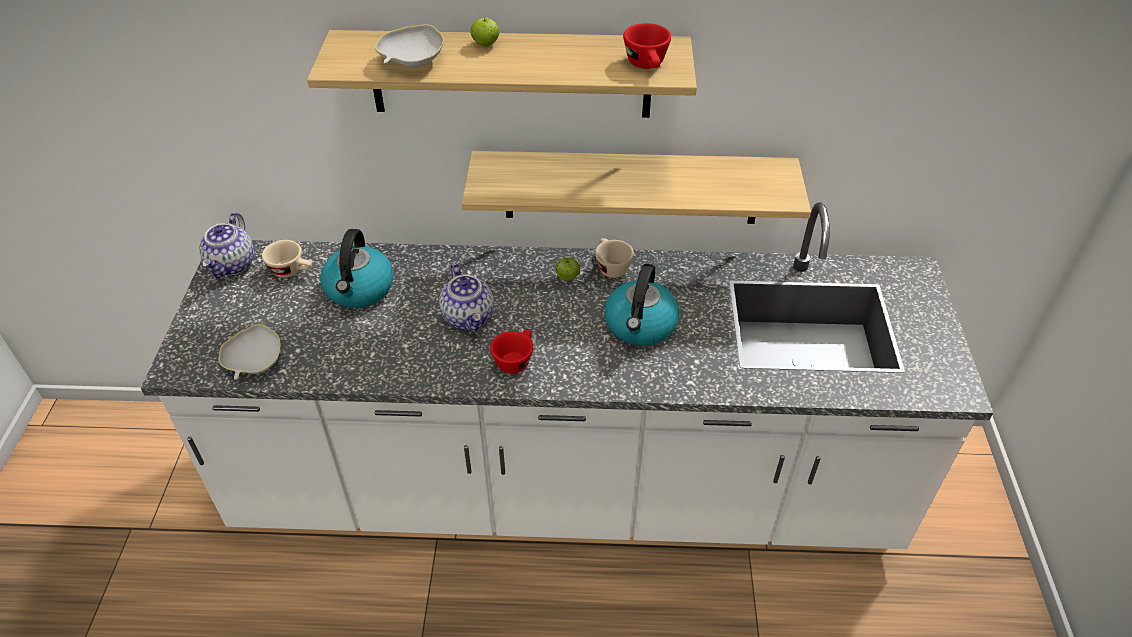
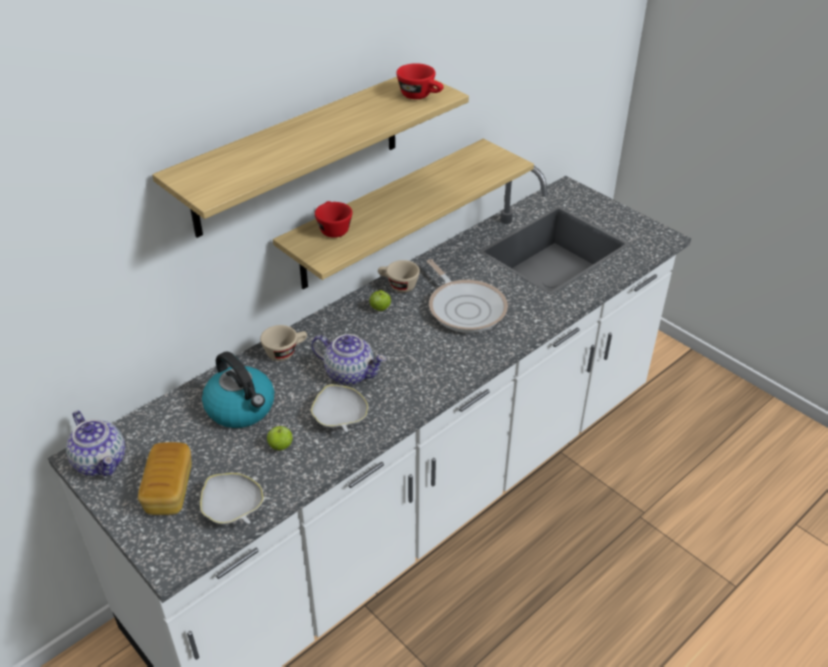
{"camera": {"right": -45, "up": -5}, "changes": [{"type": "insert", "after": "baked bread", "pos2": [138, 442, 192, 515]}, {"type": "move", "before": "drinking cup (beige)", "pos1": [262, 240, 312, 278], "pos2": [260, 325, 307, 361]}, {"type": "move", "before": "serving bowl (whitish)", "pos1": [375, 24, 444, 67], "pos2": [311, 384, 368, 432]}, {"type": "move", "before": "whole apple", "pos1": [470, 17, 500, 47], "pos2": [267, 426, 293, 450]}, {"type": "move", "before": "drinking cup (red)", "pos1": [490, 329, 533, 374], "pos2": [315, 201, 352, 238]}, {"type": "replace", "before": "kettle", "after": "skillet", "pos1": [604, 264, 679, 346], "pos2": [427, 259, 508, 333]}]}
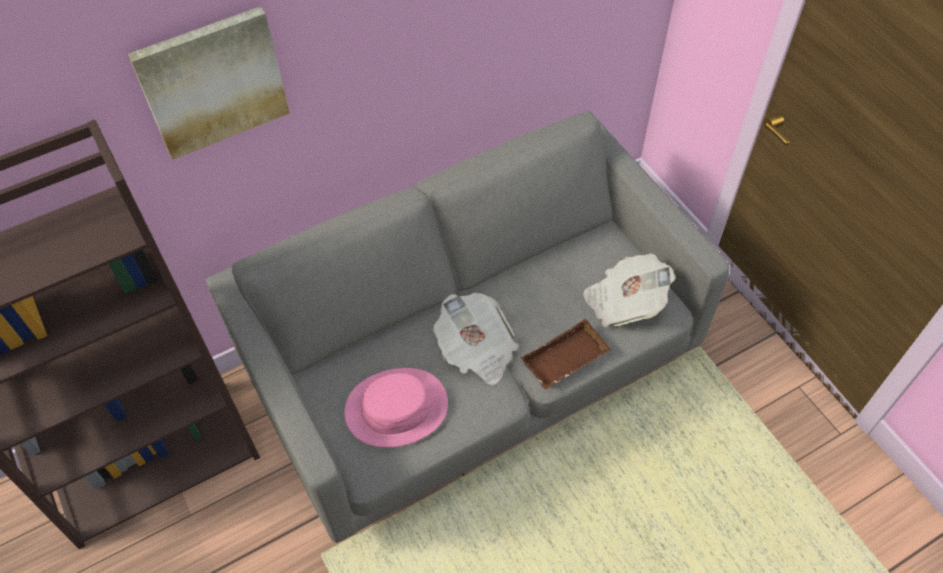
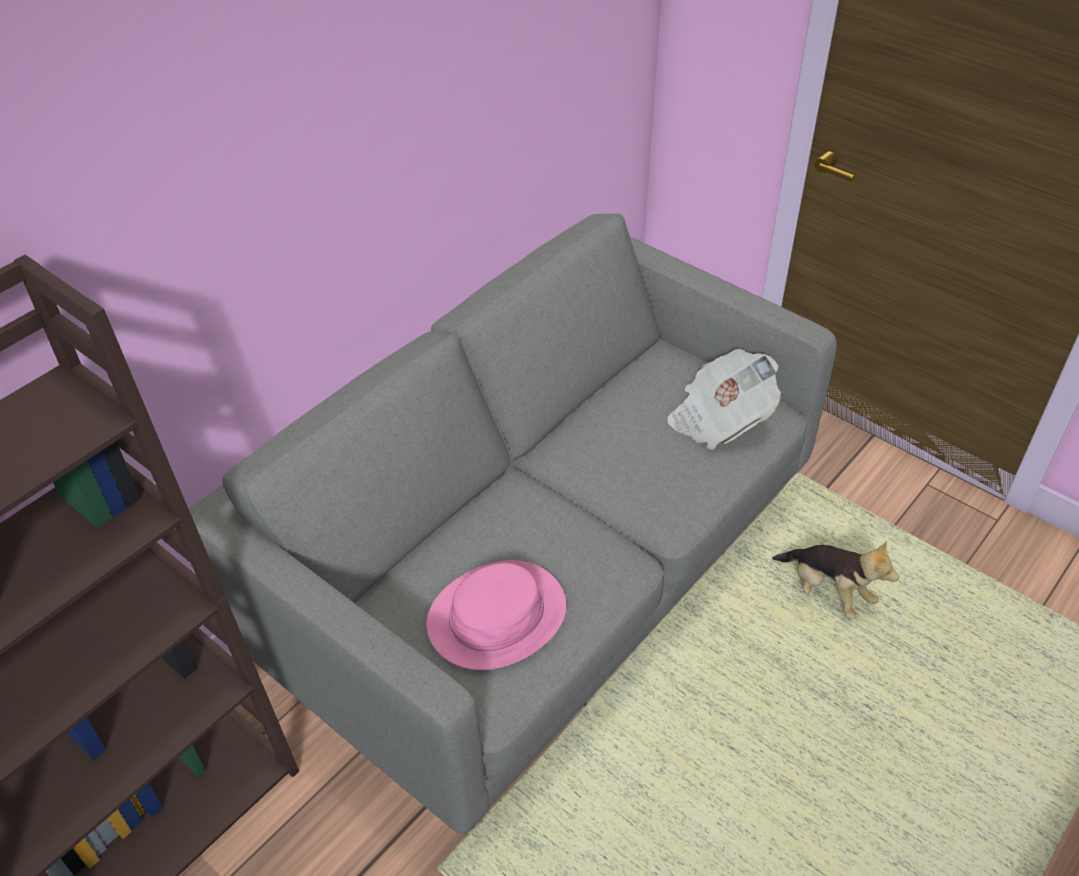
{"camera": {"right": -20, "up": -10}, "changes": [{"type": "delete", "before": "wall picture", "pos1": [128, 6, 290, 160]}, {"type": "delete", "before": "printed paper", "pos1": [433, 293, 518, 385]}, {"type": "delete", "before": "tray (brown)", "pos1": [521, 319, 611, 390]}, {"type": "insert", "after": "soft toy", "pos2": [772, 541, 899, 619]}]}
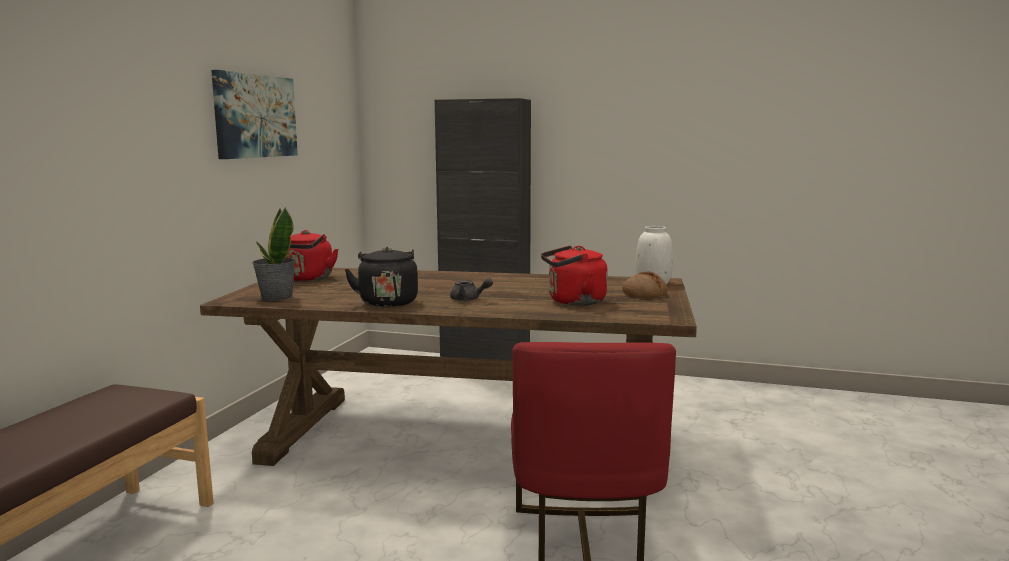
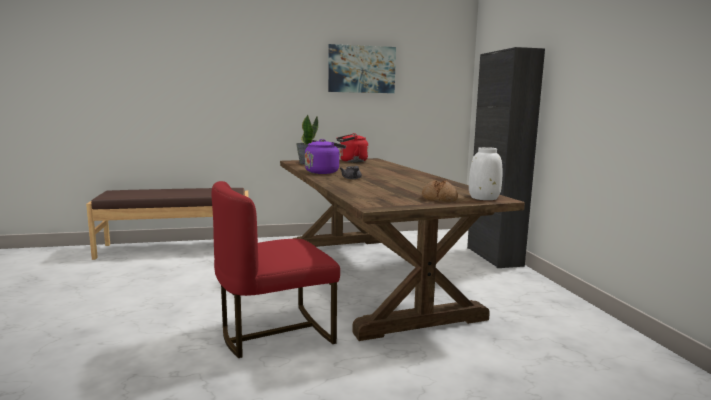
{"camera": {"right": 60, "up": 0}, "changes": [{"type": "delete", "before": "kettle (red)", "pos1": [541, 246, 608, 306]}, {"type": "recolor", "before": "kettle (black)", "after": "kettle (purplish)", "pos1": [345, 247, 418, 307], "pos2": [305, 139, 346, 174]}]}
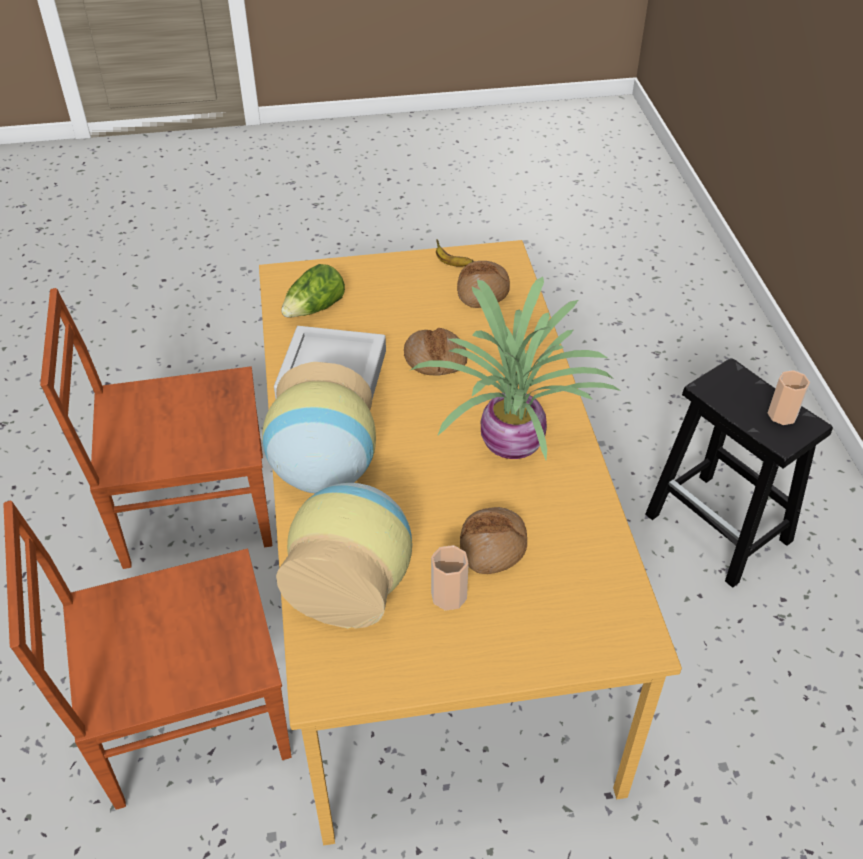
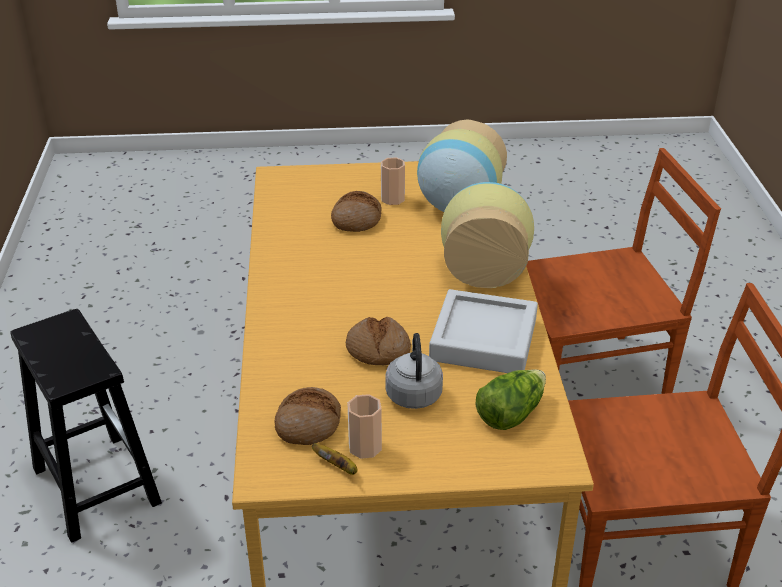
{"camera": {"right": -175, "up": -10}, "changes": [{"type": "delete", "before": "potted plant", "pos1": [409, 277, 621, 460]}, {"type": "insert", "after": "kettle (gray)", "pos2": [385, 333, 443, 409]}, {"type": "move", "before": "drinking cup", "pos1": [768, 370, 810, 425], "pos2": [348, 394, 382, 459]}]}
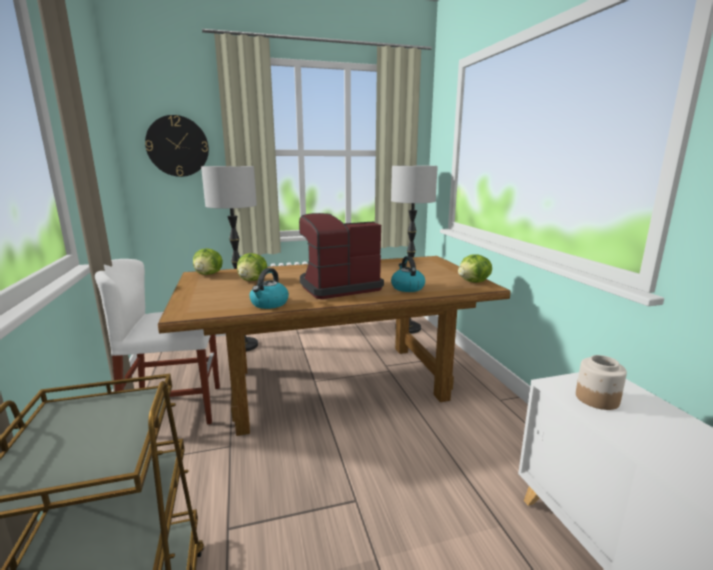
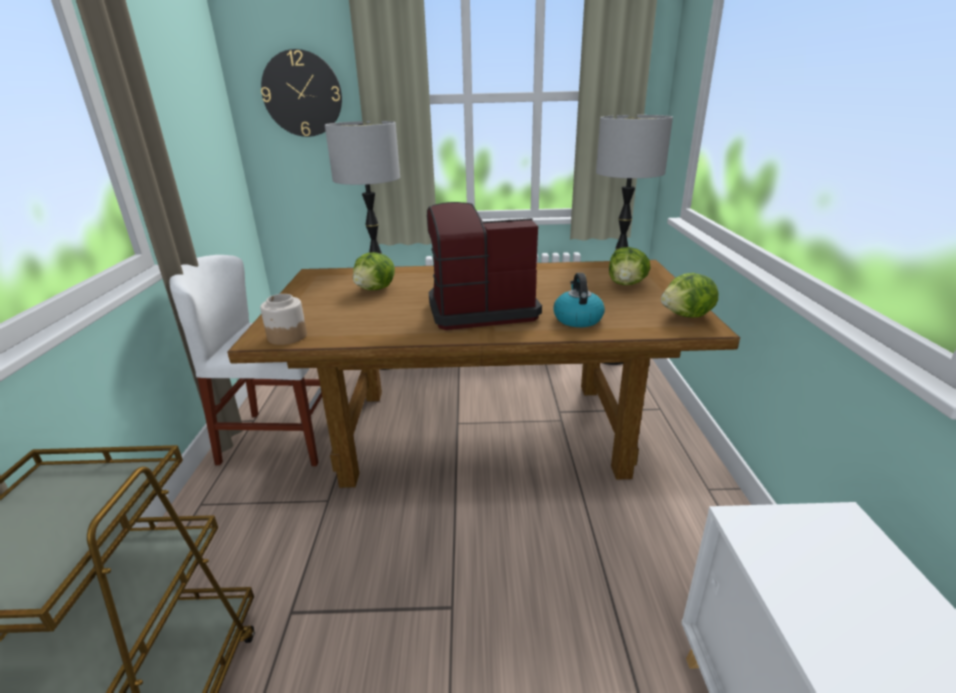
{"camera": {"right": 15, "up": 10}, "changes": [{"type": "delete", "before": "kettle", "pos1": [250, 268, 289, 309]}, {"type": "move", "before": "head of lettuce", "pos1": [193, 248, 223, 275], "pos2": [609, 247, 651, 285]}, {"type": "move", "before": "preserve jar", "pos1": [576, 355, 627, 410], "pos2": [260, 294, 307, 345]}]}
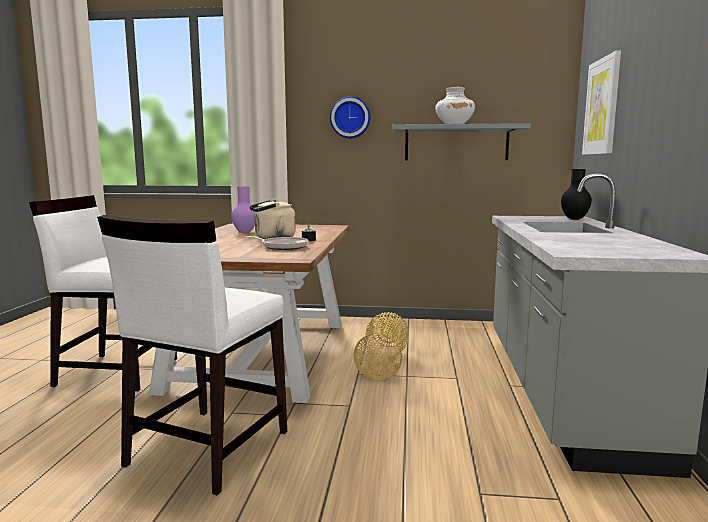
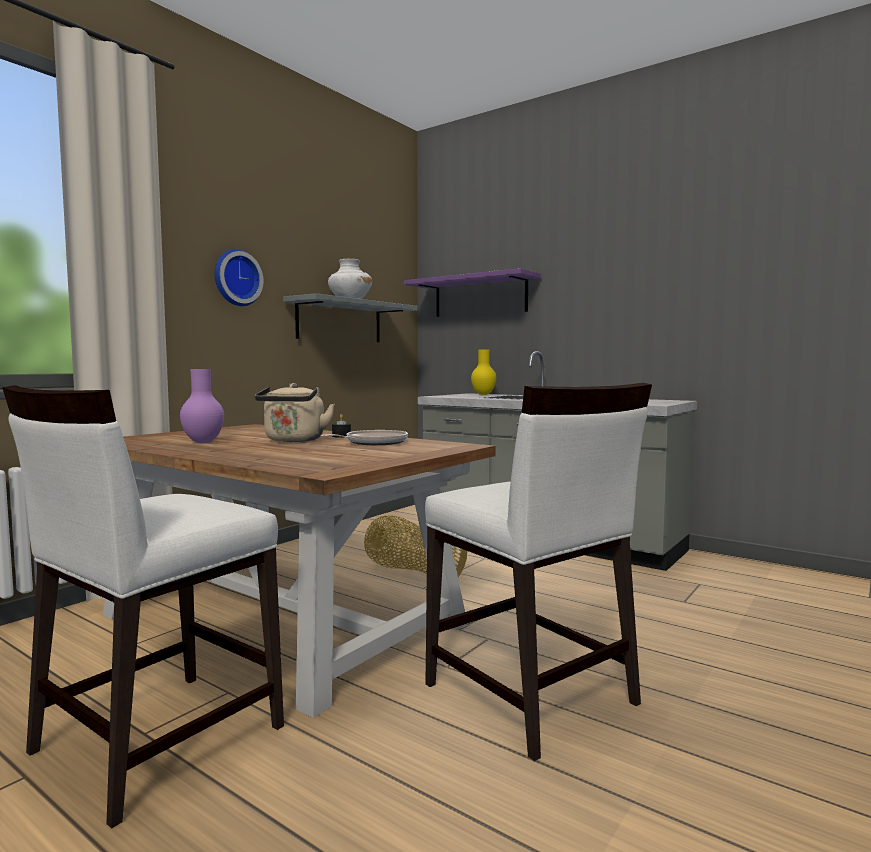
{"camera": {"right": -60, "up": -5}, "changes": [{"type": "replace", "before": "wall picture", "after": "wall shelf (purplish)", "pos1": [582, 50, 621, 155], "pos2": [404, 268, 541, 317]}, {"type": "recolor", "before": "flower vase (black)", "after": "flower vase (yellow-coloured)", "pos1": [561, 169, 592, 220], "pos2": [471, 350, 496, 395]}]}
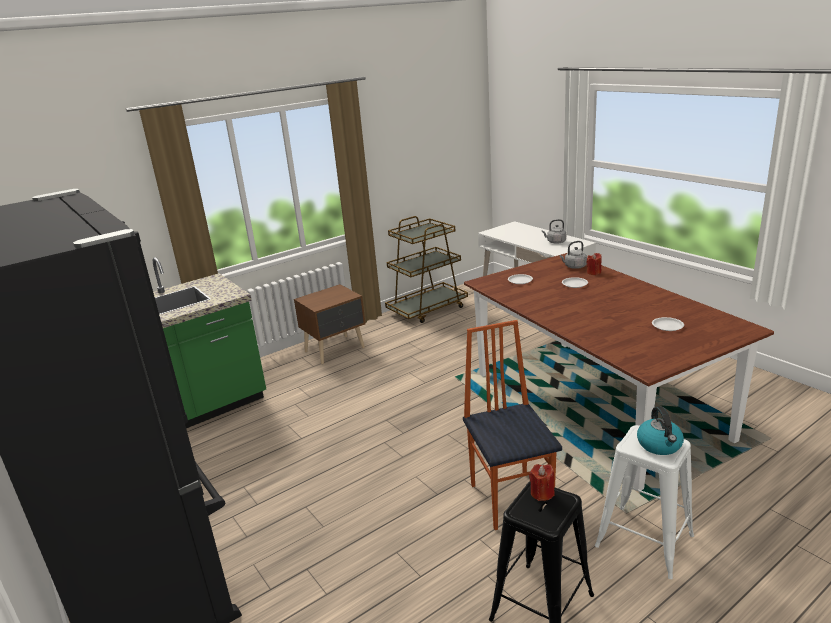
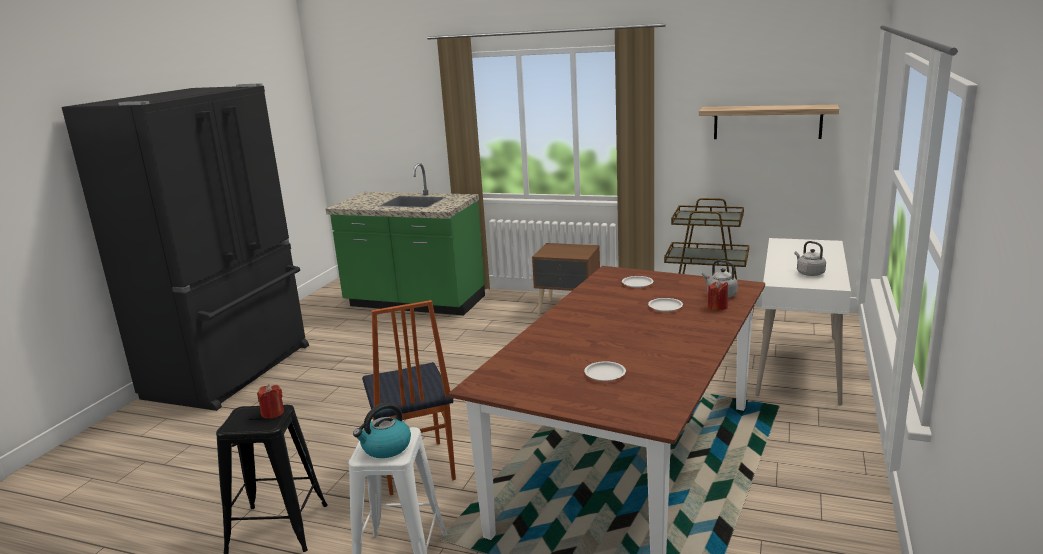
{"camera": {"right": 55, "up": -5}, "changes": [{"type": "insert", "after": "wall shelf", "pos2": [699, 104, 839, 139]}, {"type": "rotate", "before": "plain chair", "pos1": [463, 320, 562, 530], "pos2": [362, 300, 456, 495], "turn": 120}]}
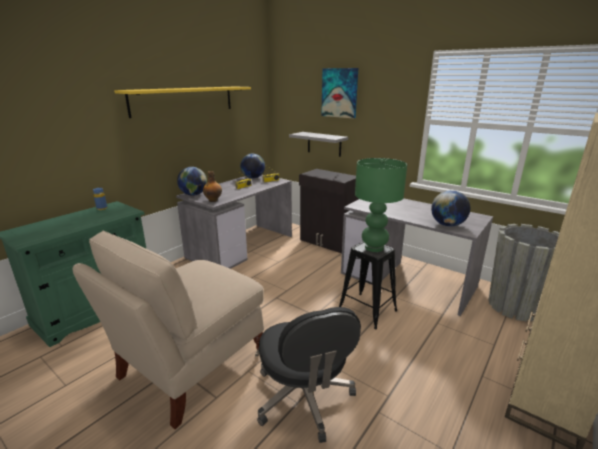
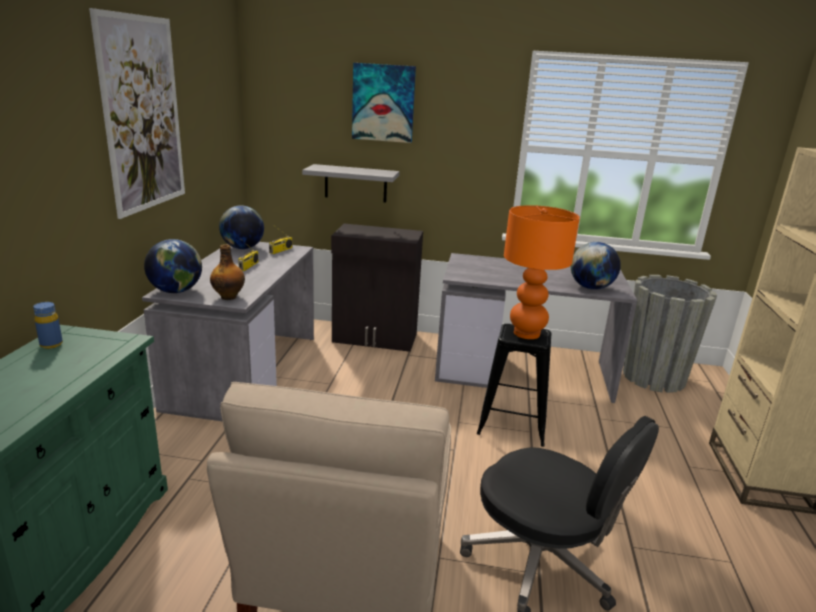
{"camera": {"right": -30, "up": 0}, "changes": [{"type": "replace", "before": "wall shelf (yellow-coloured)", "after": "wall picture", "pos1": [114, 86, 251, 118], "pos2": [89, 8, 185, 219]}, {"type": "recolor", "before": "table lamp (green-coloured)", "after": "table lamp (orangey)", "pos1": [355, 158, 407, 252], "pos2": [504, 205, 580, 339]}]}
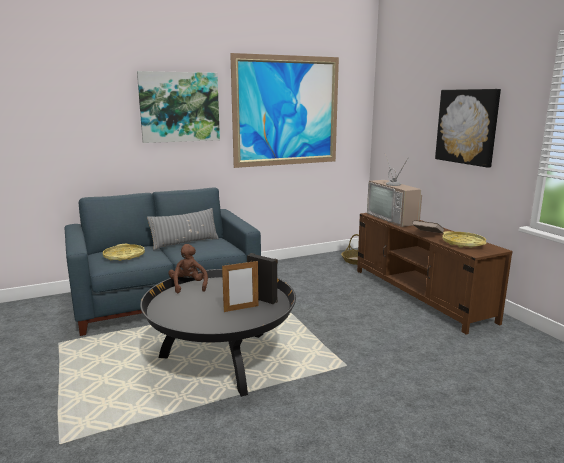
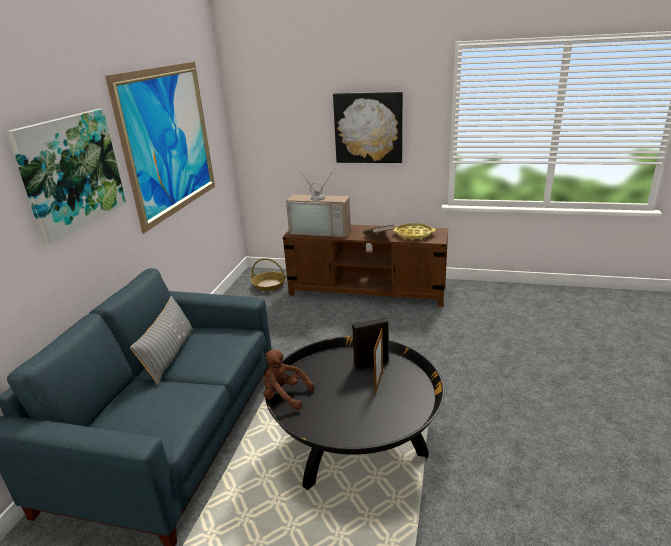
{"camera": {"right": -50, "up": 10}, "changes": [{"type": "delete", "before": "tray (yellow-coloured)", "pos1": [103, 244, 145, 261]}]}
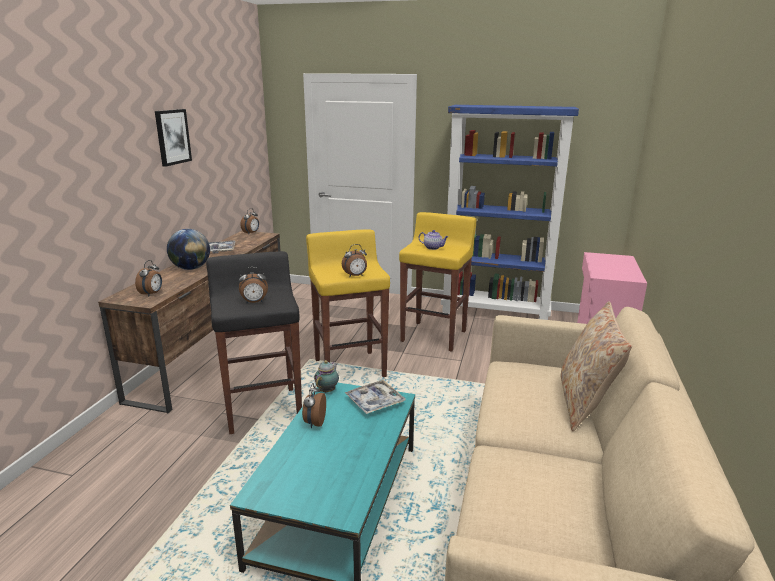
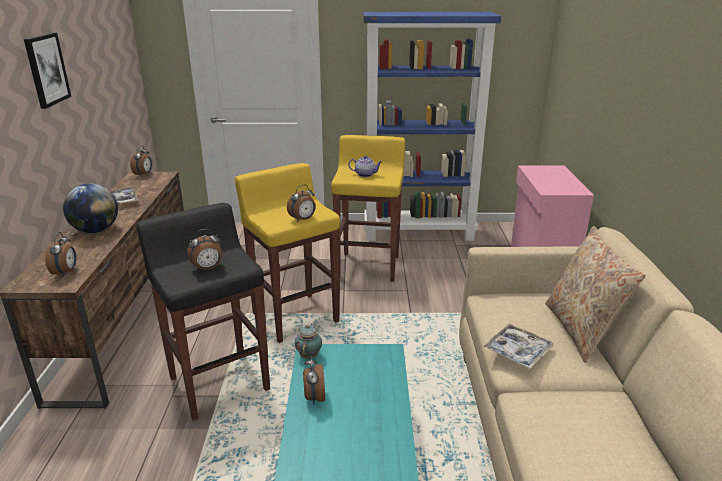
{"camera": {"right": -15, "up": 5}, "changes": [{"type": "move", "before": "tray", "pos1": [345, 380, 406, 414], "pos2": [483, 323, 554, 369]}]}
